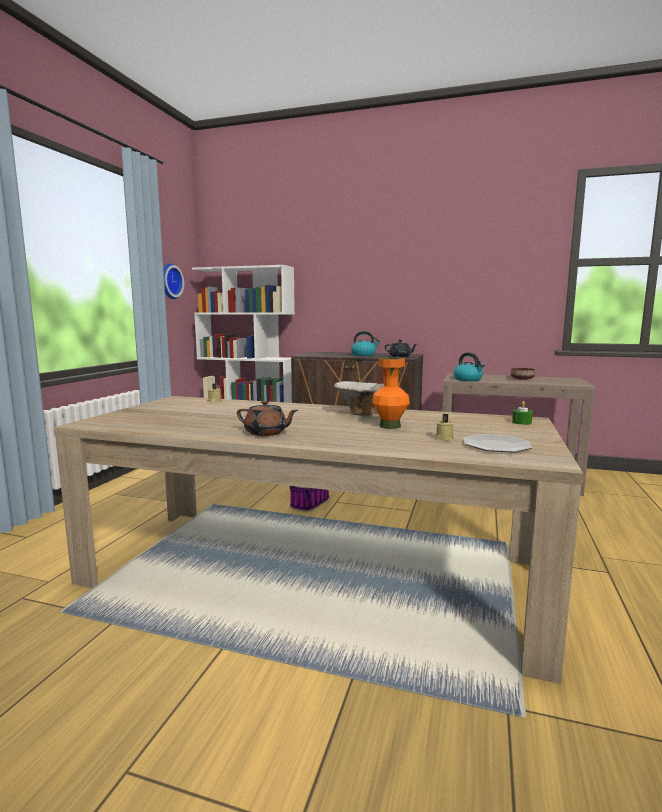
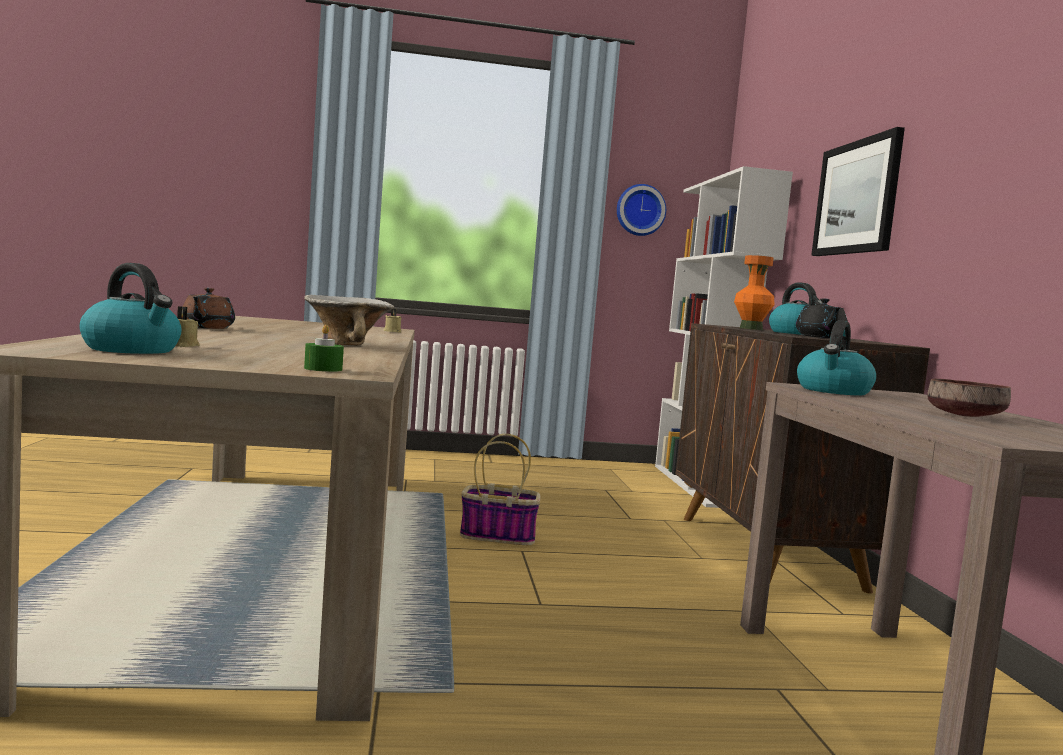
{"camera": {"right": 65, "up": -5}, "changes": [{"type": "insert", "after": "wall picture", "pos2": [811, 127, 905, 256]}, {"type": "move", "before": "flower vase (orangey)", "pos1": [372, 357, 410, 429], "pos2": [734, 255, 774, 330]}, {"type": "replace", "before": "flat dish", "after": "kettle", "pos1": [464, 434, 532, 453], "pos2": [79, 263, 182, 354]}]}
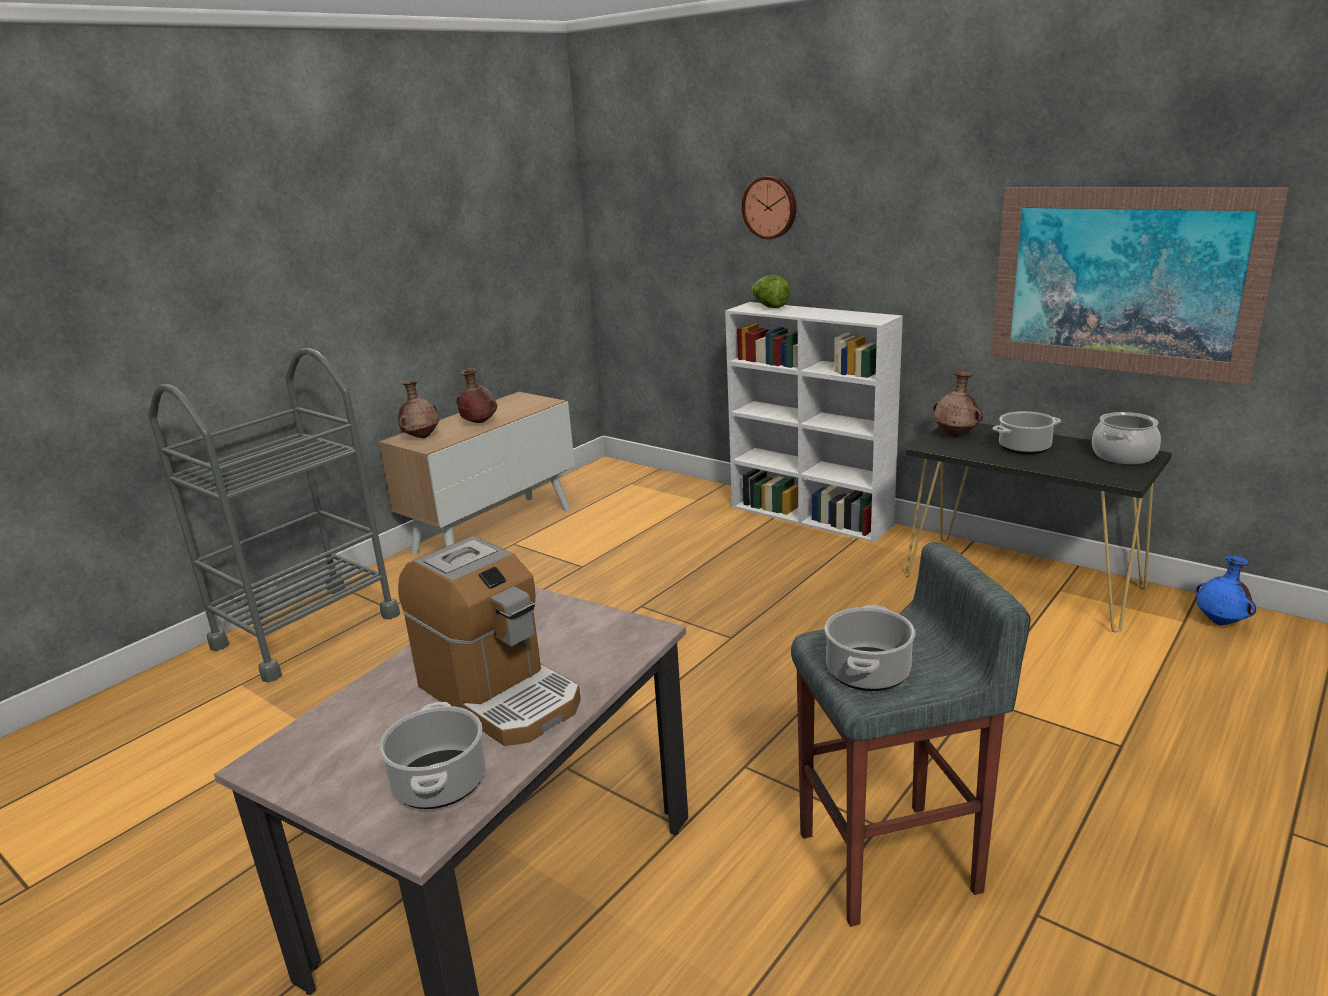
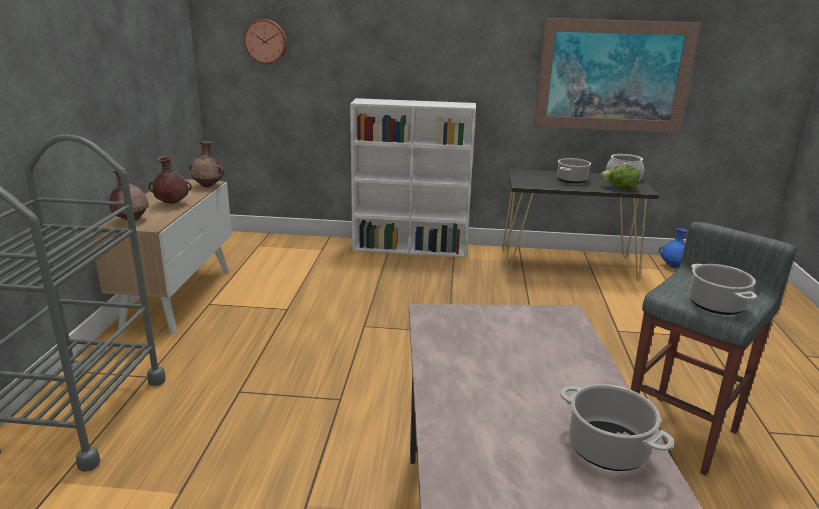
{"camera": {"right": -35, "up": 0}, "changes": [{"type": "delete", "before": "coffee machine", "pos1": [398, 536, 581, 746]}, {"type": "move", "before": "hanging clock", "pos1": [742, 176, 797, 239], "pos2": [244, 19, 287, 64]}, {"type": "move", "before": "head of lettuce", "pos1": [752, 275, 791, 308], "pos2": [601, 165, 639, 190]}, {"type": "move", "before": "flower vase (brown)", "pos1": [932, 372, 983, 437], "pos2": [189, 141, 224, 187]}]}
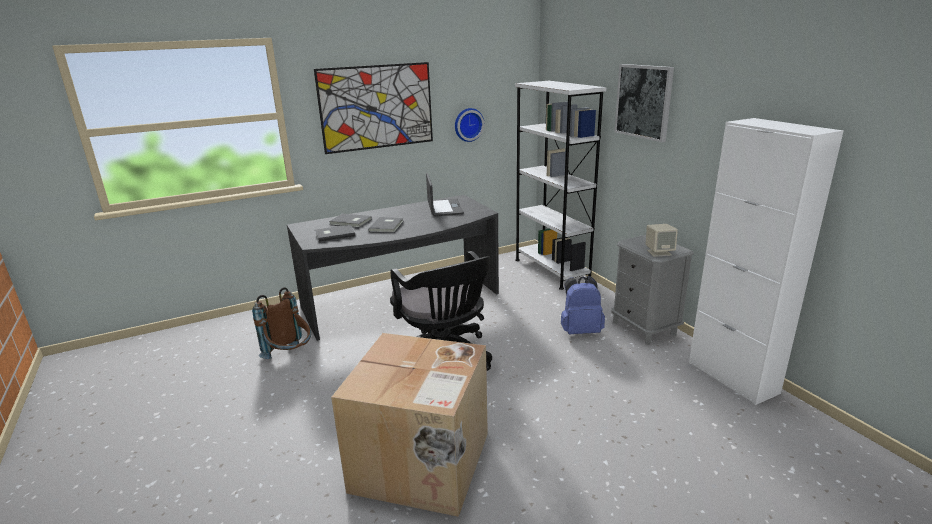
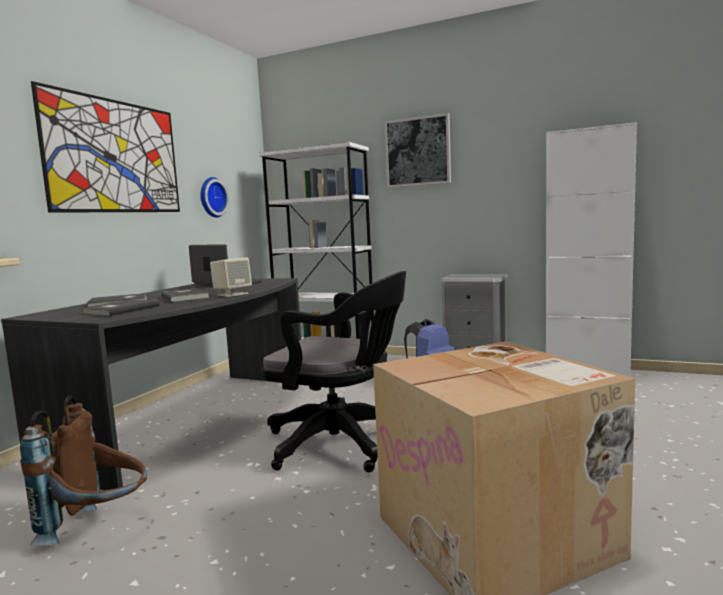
{"camera": {"right": -40, "up": -15}, "changes": [{"type": "move", "before": "loudspeaker (beige)", "pos1": [646, 224, 678, 257], "pos2": [210, 257, 252, 297]}]}
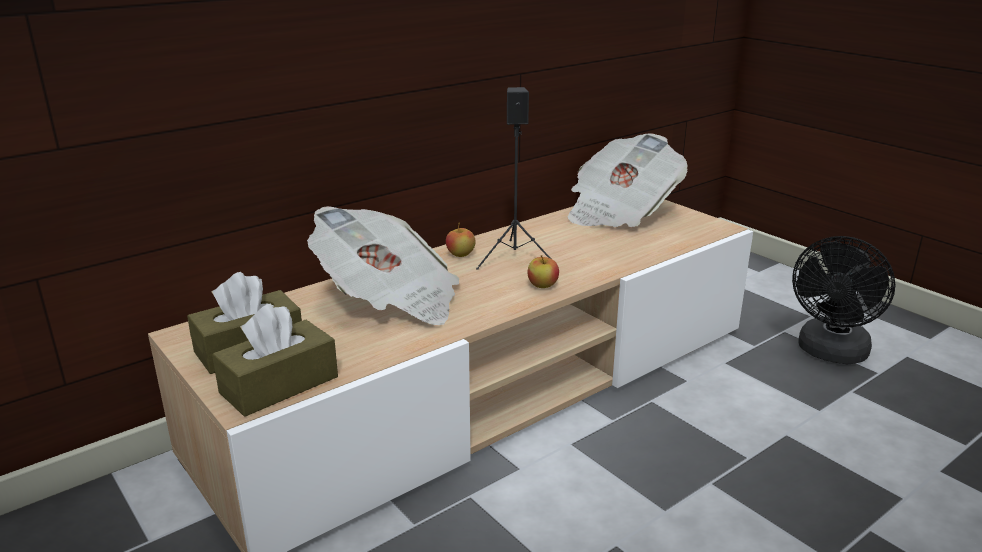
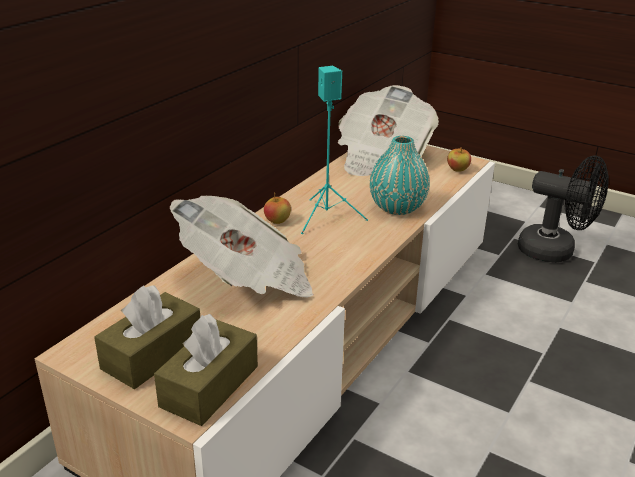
{"camera": {"right": -20, "up": 5}, "changes": [{"type": "insert", "after": "flower vase (blue-green)", "pos2": [370, 136, 430, 215]}, {"type": "move", "before": "whole apple", "pos1": [527, 255, 559, 288], "pos2": [447, 147, 471, 172]}, {"type": "recolor", "before": "loudspeaker (black)", "after": "loudspeaker (blue-green)", "pos1": [476, 87, 551, 270], "pos2": [301, 66, 368, 234]}, {"type": "rotate", "before": "fan (black)", "pos1": [792, 236, 895, 364], "pos2": [518, 156, 609, 263], "turn": -75}]}
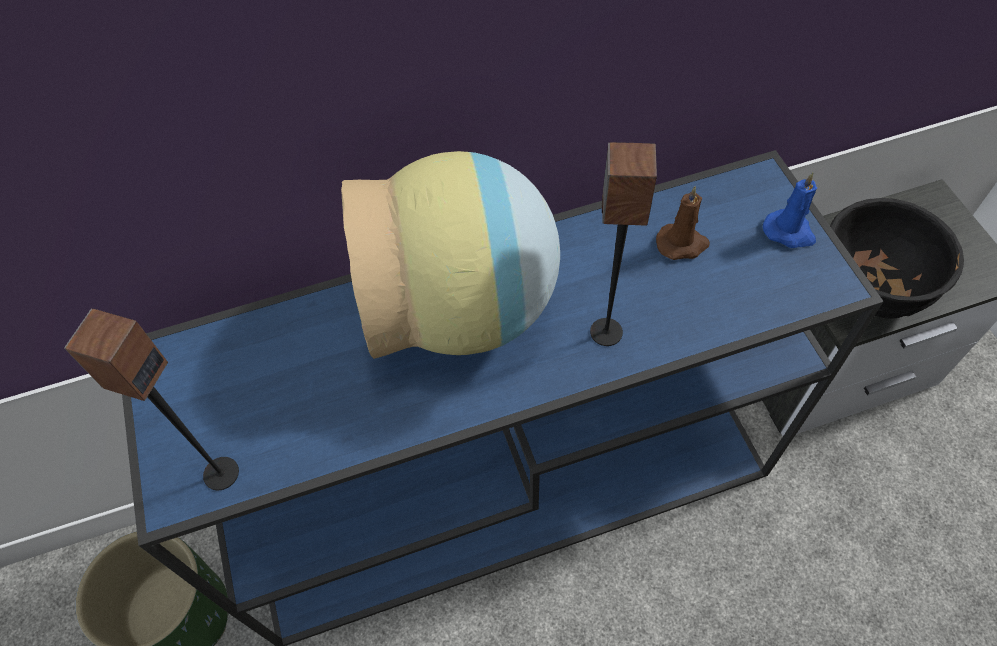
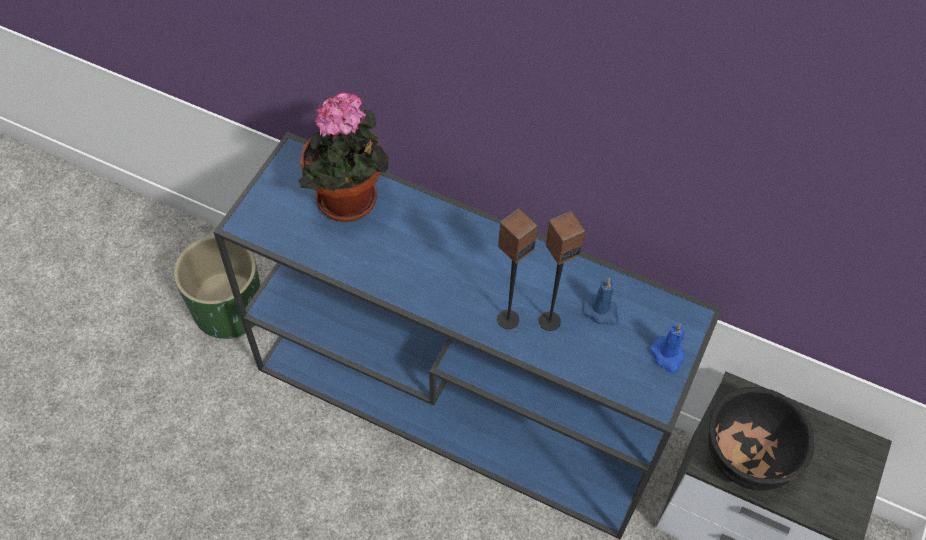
{"camera": {"right": 40, "up": 0}, "changes": [{"type": "delete", "before": "flower vase", "pos1": [341, 151, 560, 359]}, {"type": "insert", "after": "potted plant", "pos2": [299, 92, 389, 222]}, {"type": "move", "before": "loudspeaker", "pos1": [64, 308, 239, 490], "pos2": [539, 211, 585, 331]}, {"type": "recolor", "before": "wax light (brown)", "after": "wax light (blue)", "pos1": [656, 186, 710, 260], "pos2": [583, 278, 619, 325]}]}
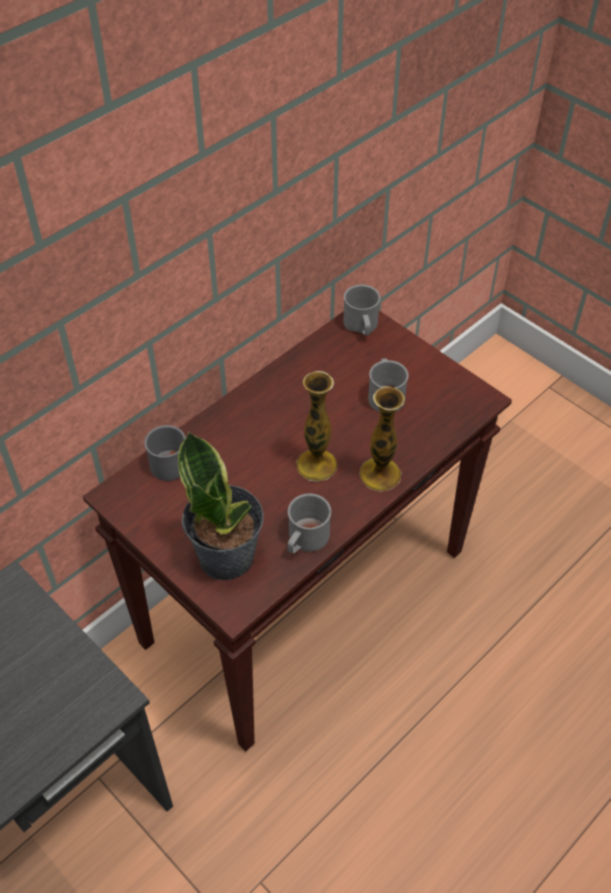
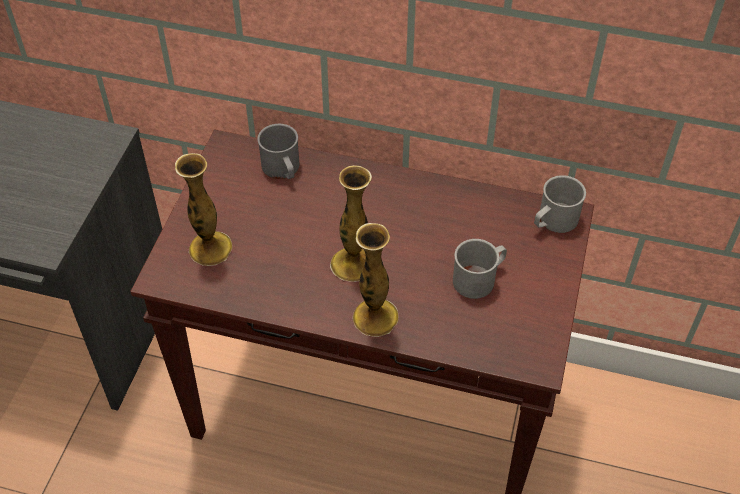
{"camera": {"right": 60, "up": 0}, "changes": [{"type": "delete", "before": "mug (gray)", "pos1": [287, 494, 331, 554]}, {"type": "replace", "before": "potted plant", "after": "flower vase", "pos1": [178, 432, 264, 580], "pos2": [175, 153, 232, 266]}]}
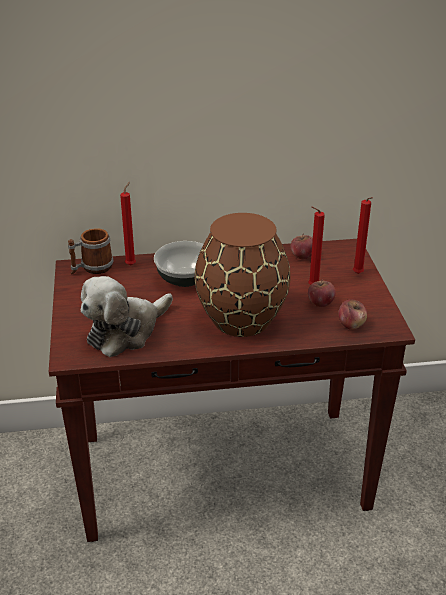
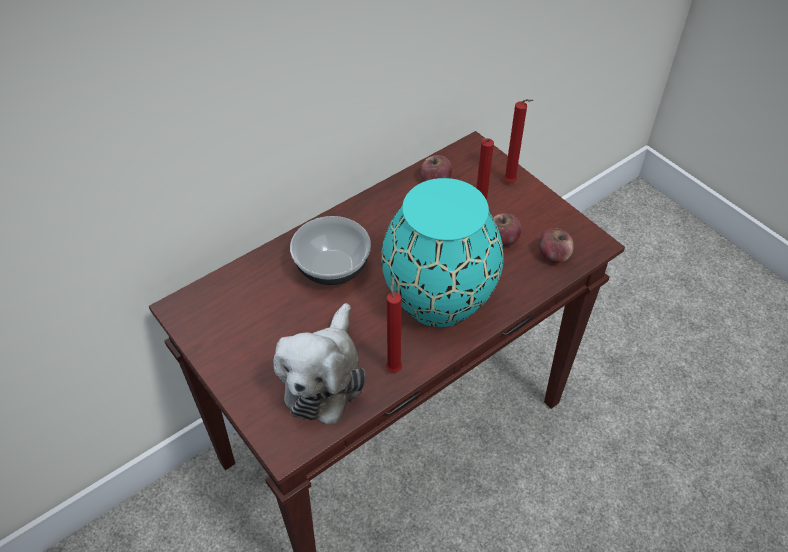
{"camera": {"right": -30, "up": 15}, "changes": [{"type": "delete", "before": "mug", "pos1": [68, 228, 113, 274]}, {"type": "move", "before": "wax light (red)", "pos1": [120, 182, 136, 265], "pos2": [386, 277, 402, 373]}, {"type": "recolor", "before": "flower vase (brown)", "after": "flower vase (blue-green)", "pos1": [195, 213, 291, 337], "pos2": [381, 178, 504, 327]}]}
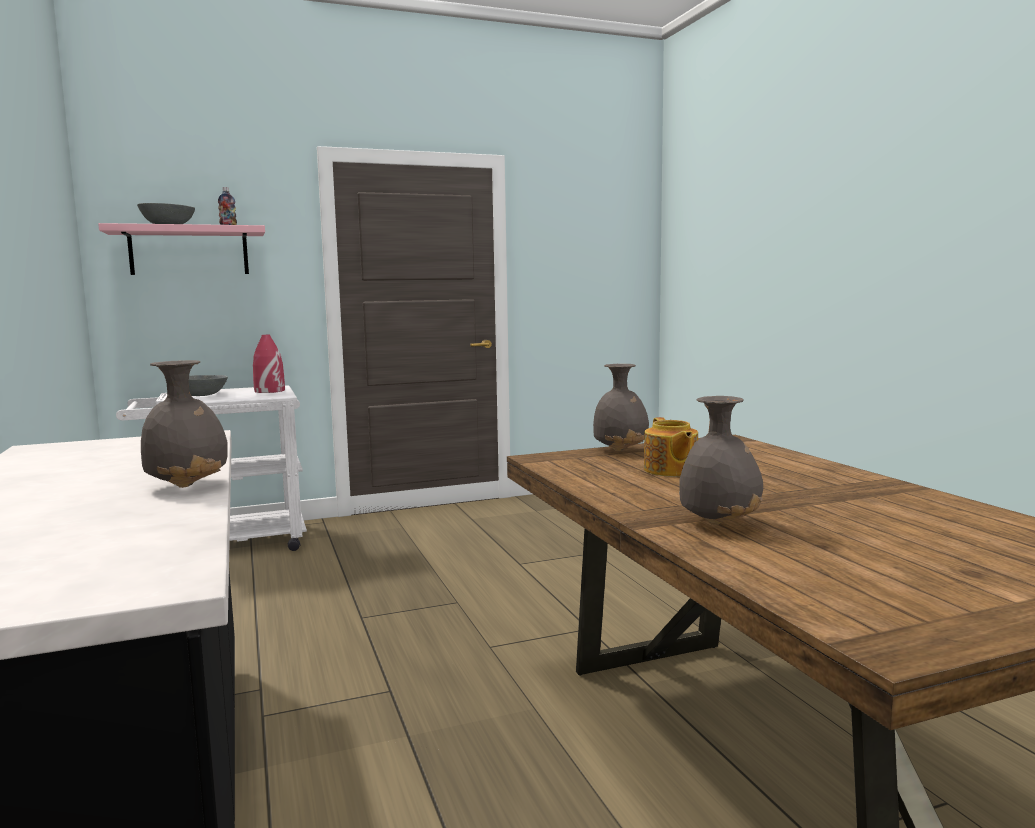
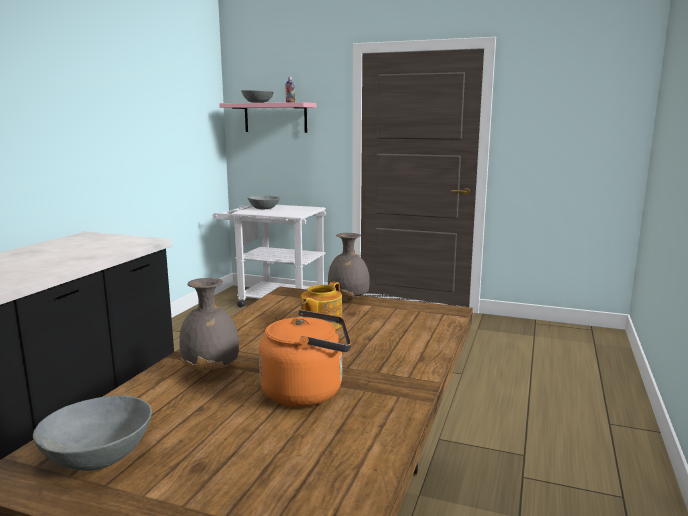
{"camera": {"right": 40, "up": 5}, "changes": [{"type": "delete", "before": "flower vase (gray)", "pos1": [141, 360, 228, 488]}, {"type": "delete", "before": "flower vase (red)", "pos1": [253, 334, 285, 393]}, {"type": "insert", "after": "serving bowl (gray)", "pos2": [33, 395, 152, 471]}, {"type": "insert", "after": "kettle (orangey)", "pos2": [259, 310, 351, 407]}]}
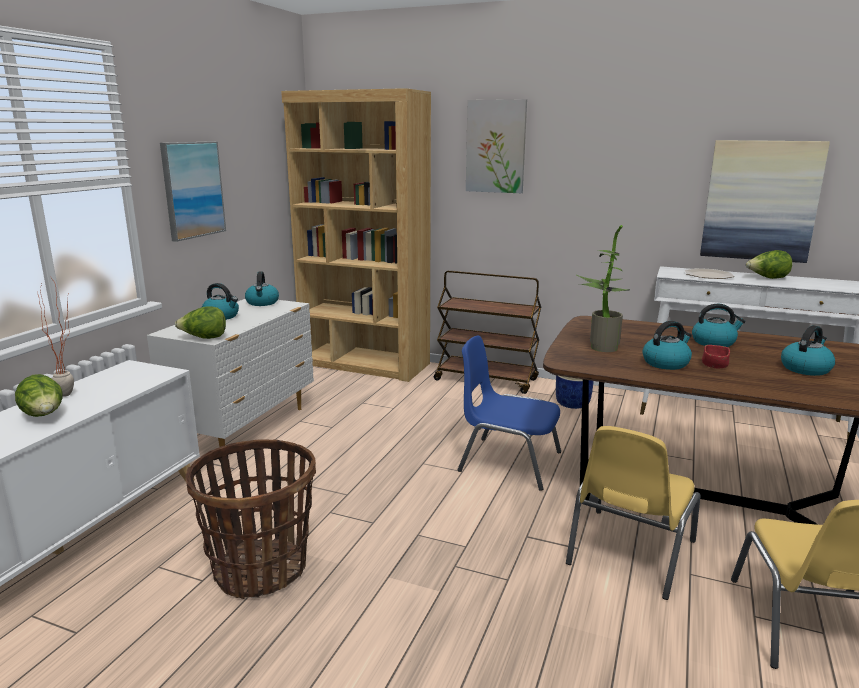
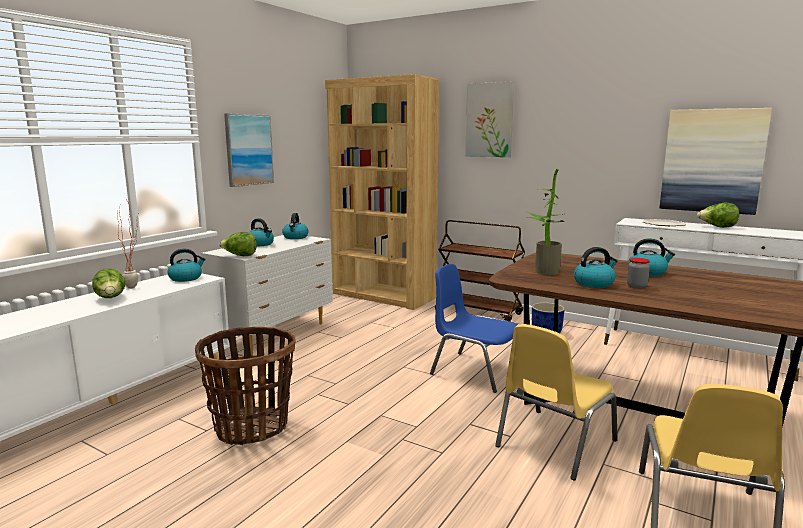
{"camera": {"right": 10, "up": -5}, "changes": [{"type": "move", "before": "kettle", "pos1": [781, 325, 835, 376], "pos2": [168, 249, 206, 282]}, {"type": "replace", "before": "serving bowl (red)", "after": "preserve jar", "pos1": [702, 345, 730, 369], "pos2": [627, 258, 650, 289]}]}
